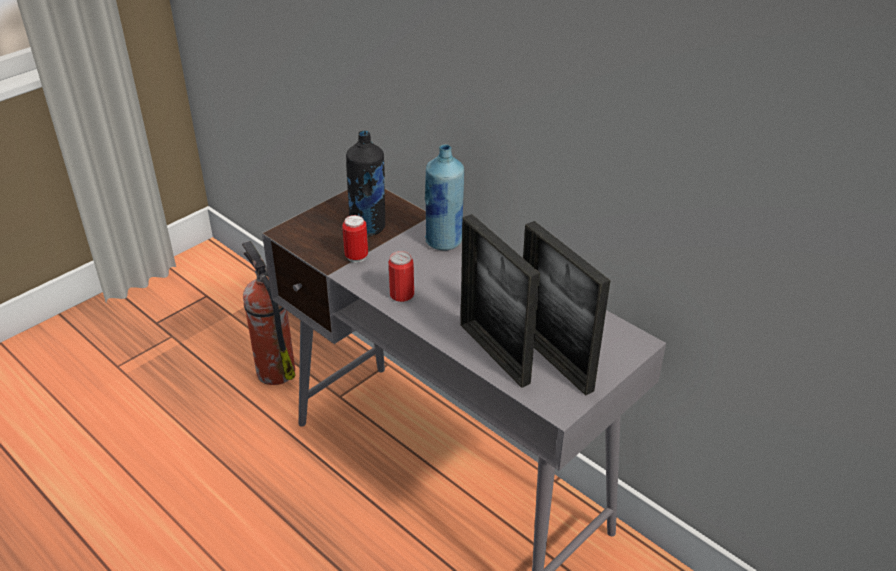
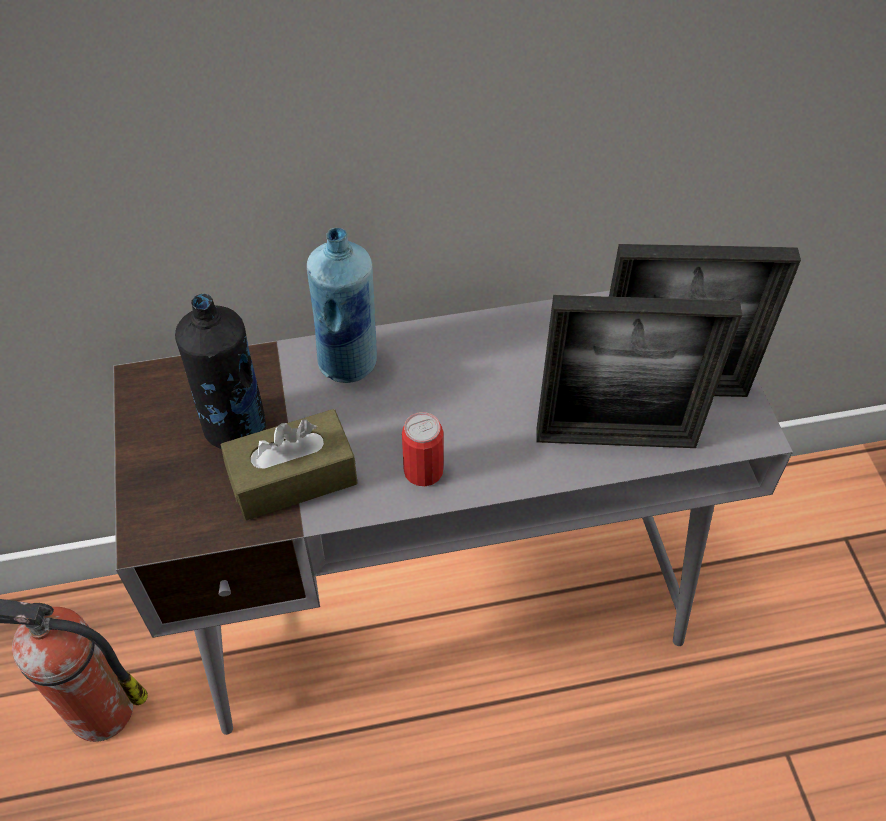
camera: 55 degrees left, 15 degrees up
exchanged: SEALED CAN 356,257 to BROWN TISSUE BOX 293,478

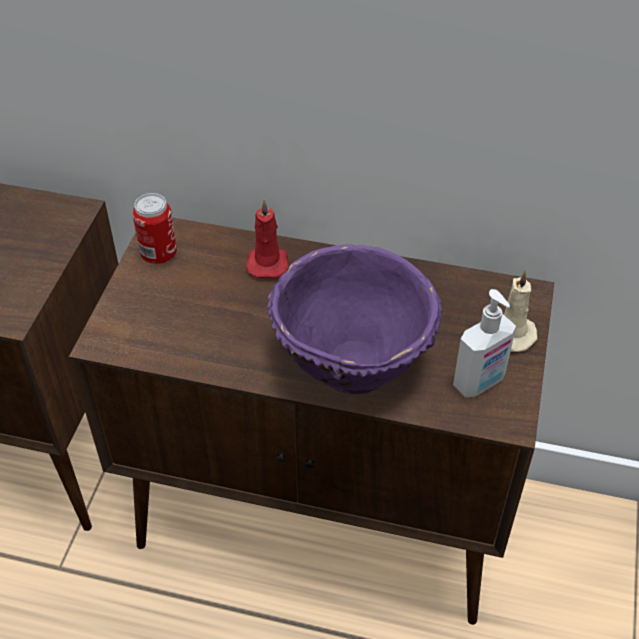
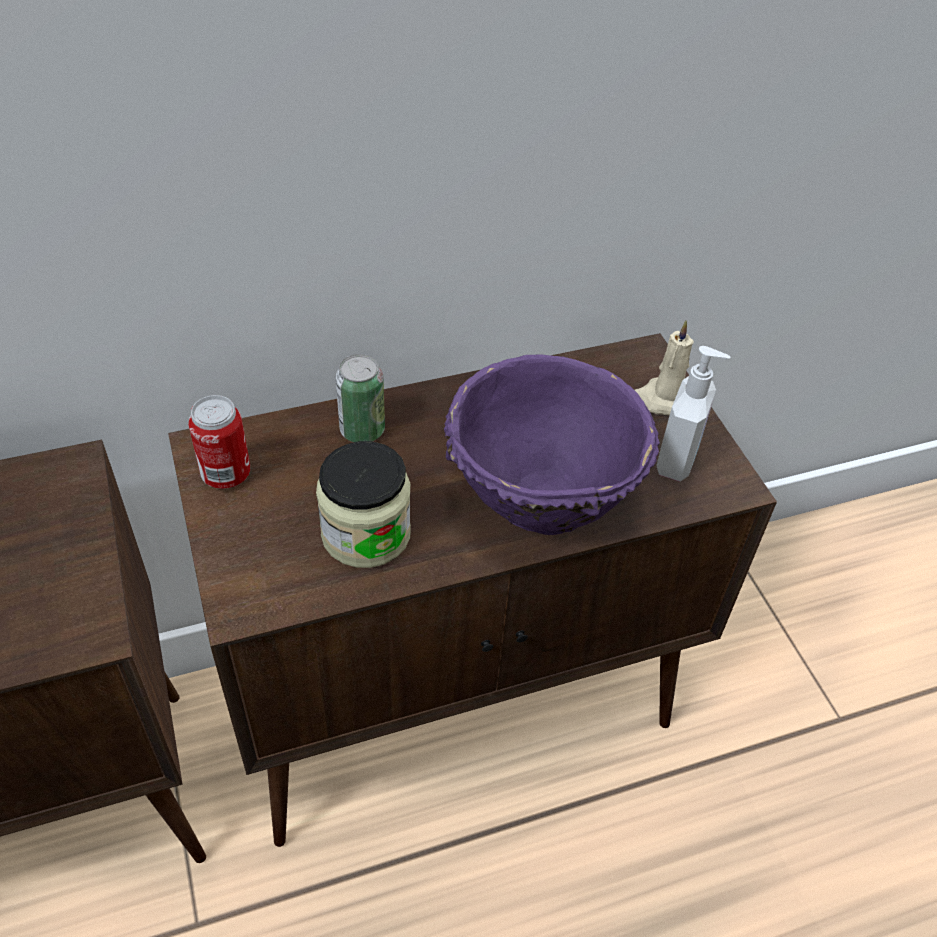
camera: 35 degrees left, 0 degrees up
appeared: STORAGE JAR 366,534
exchanged: RED-COLOURED WAX CANDLE 267,262 to SEALED CAN 362,430

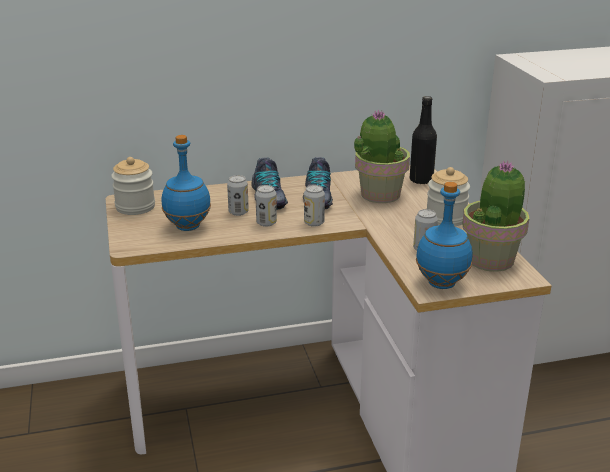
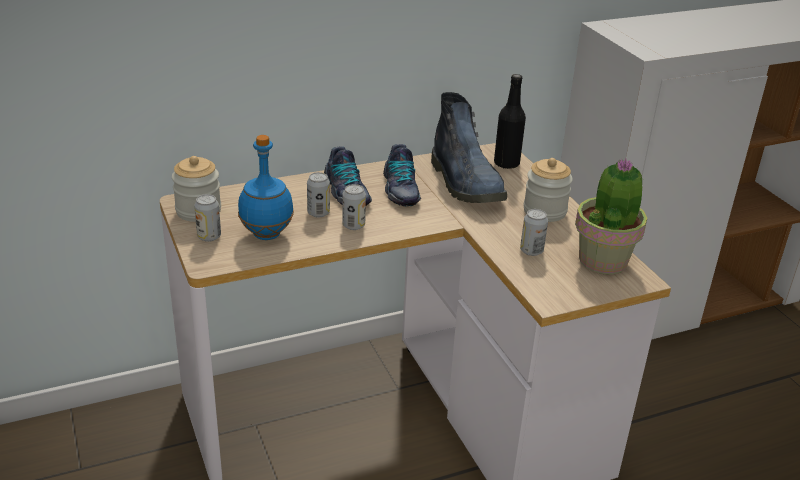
camera: 10 degrees left, 5 degrees up
missing: BLUISH DRINK BOTTLE 440,283
relocated: SEALED CAN 314,223 to 209,236
exchanged: POTTED PLANT 379,195 to HIGH-TOP BOOT 467,184

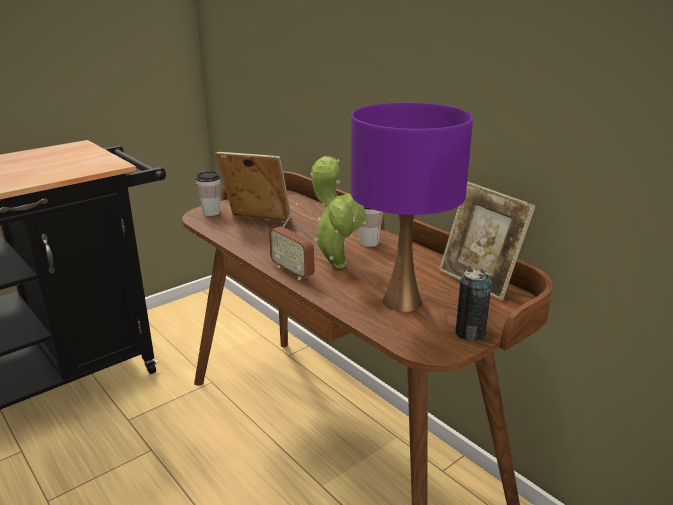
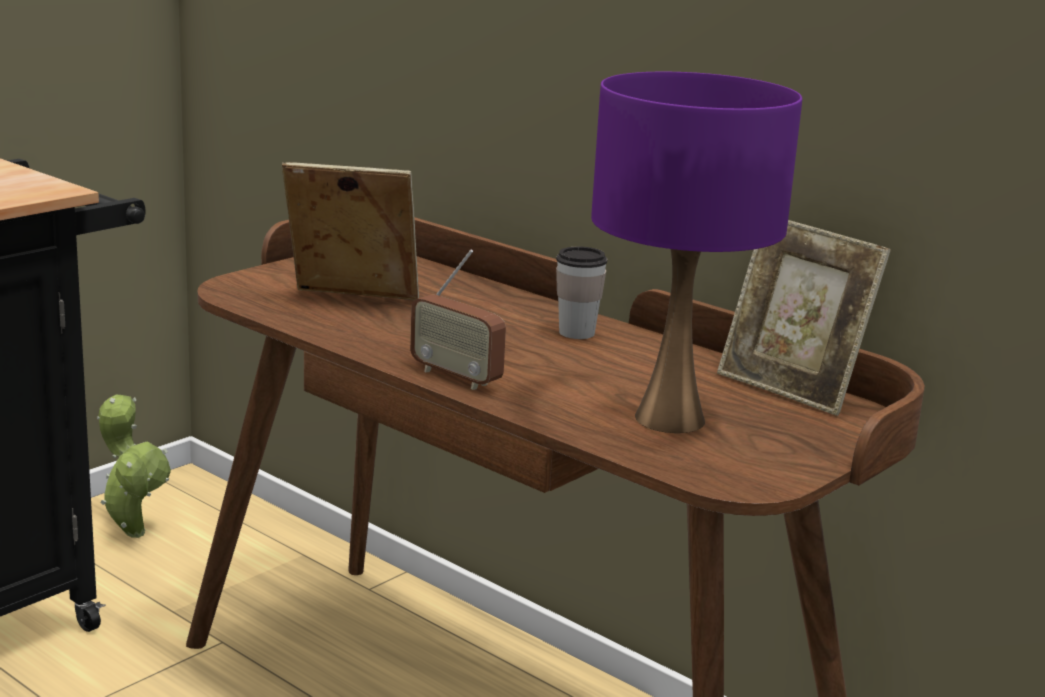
camera: 10 degrees left, 5 degrees down
missing: CUP 211,212; SEALED CAN 470,334
relocated: POTTED PLANT 336,263 to 133,531

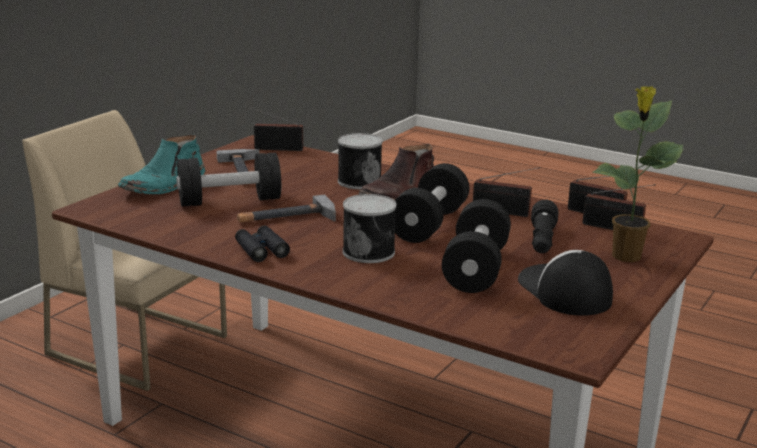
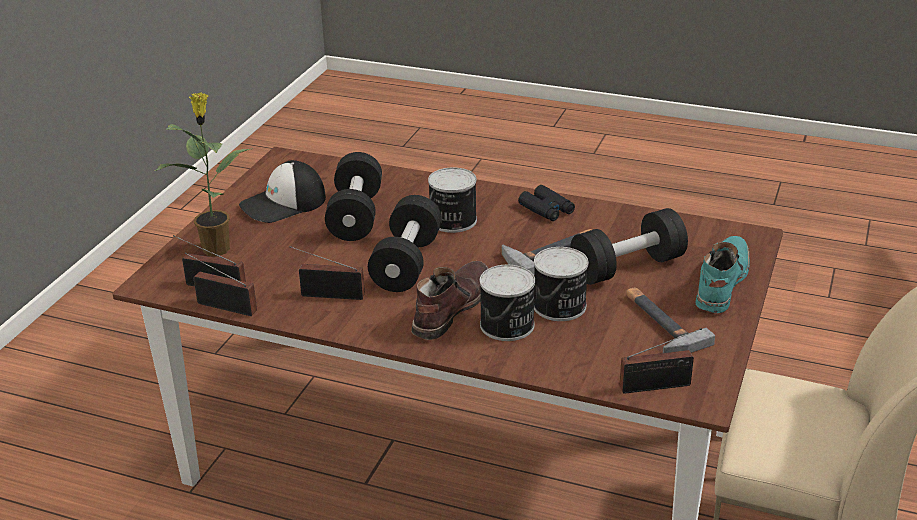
camera: 170 degrees right, 10 degrees up
missing: BLACK TORCH 542,241
appeared: SEALED CAN 560,306
spun: PEAKED CAP 563,291 = 283,204 90 degrees clockwise

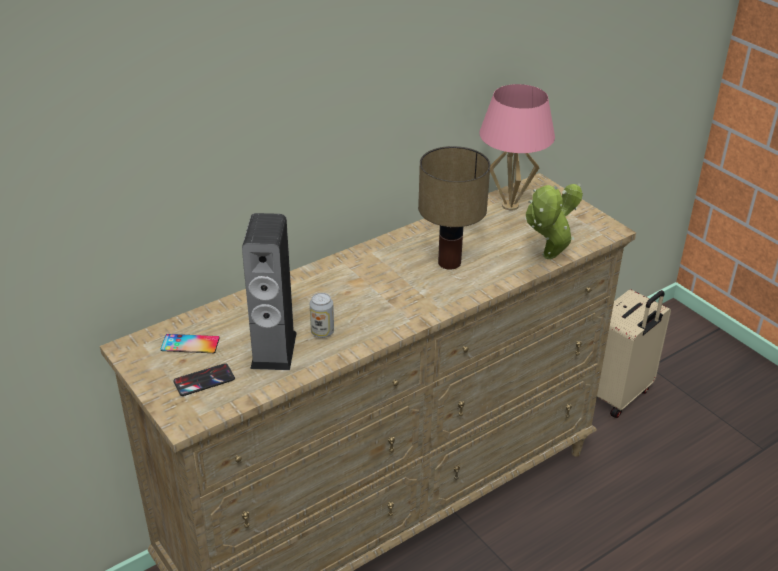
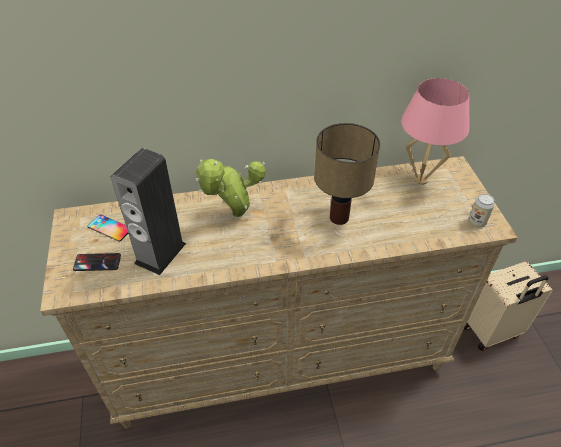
camera: 25 degrees right, 10 degrees up
relocated: SEALED CAN 322,332 to 476,222; POTTED PLANT 547,258 to 234,215

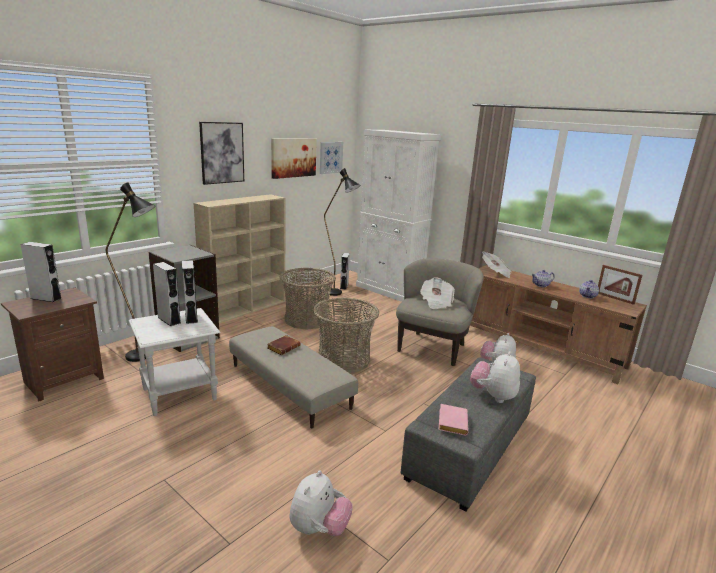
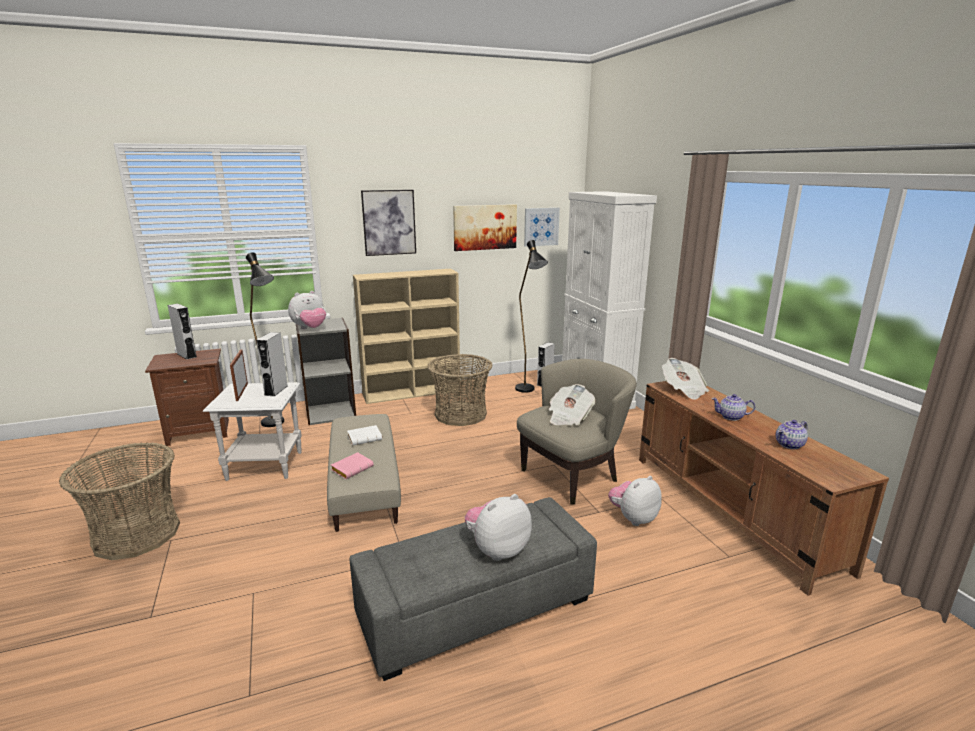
camera: 30 degrees right, 0 degrees up
missing: GRAY LOUDSPEAKER 169,320
relocated: CUDDLY TOY 319,529 to 310,328; HOUSEHOLD BASKET 343,359 to 136,534; PINK BOUND BOOK 451,422 to 352,468; PICTURE FRAME 614,298 to 242,392
colour: BROWN BOUND BOOK 283,347 to WHITE BOUND BOOK 365,438

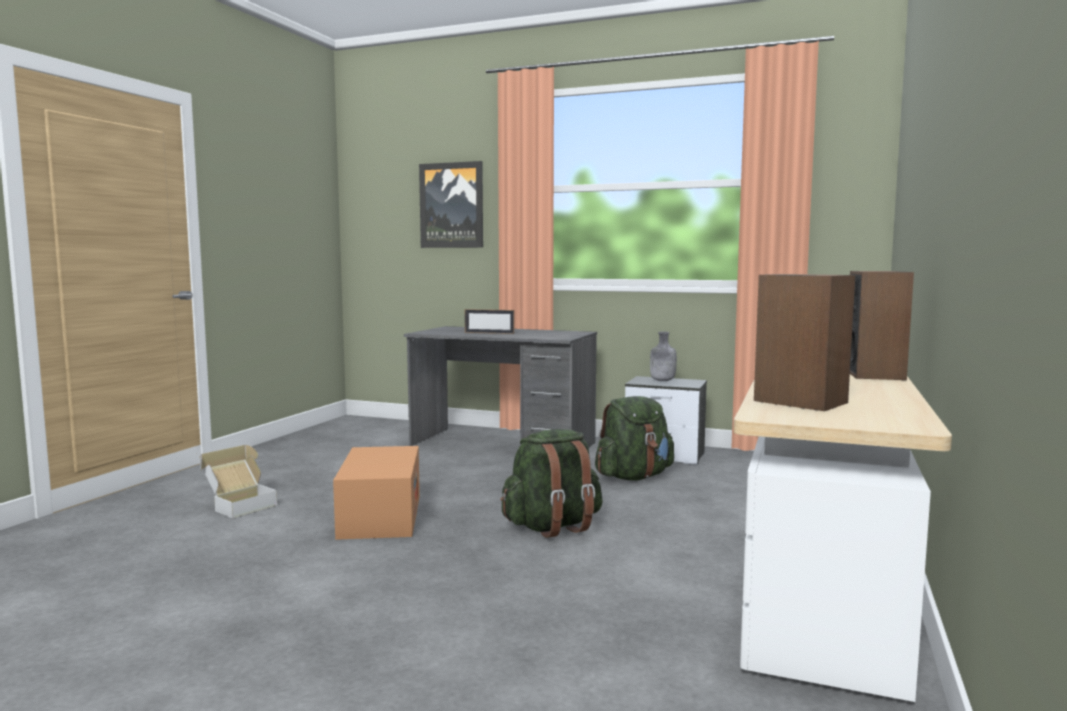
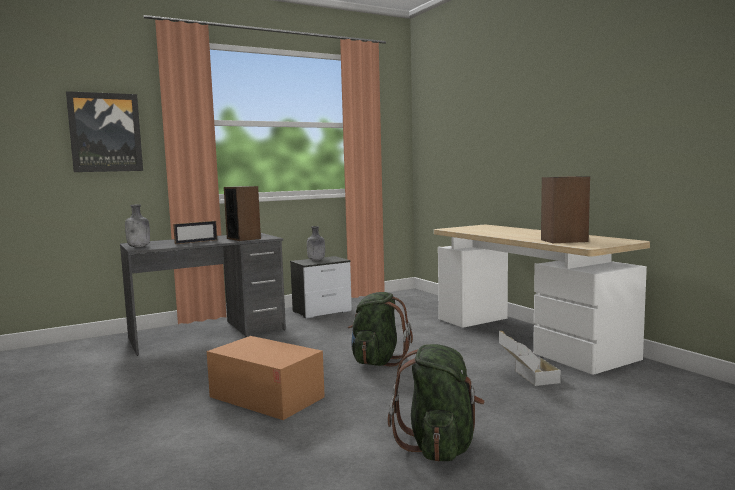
camera: 50 degrees left, 0 degrees up
appeared: GRAY DRINK BOTTLE 139,247
relocated: PACKING BOX 239,505 to 527,378; GREEN-COLOURED KNAPSACK 633,477 to 439,446; LOUDSPEAKER 874,374 to 243,238

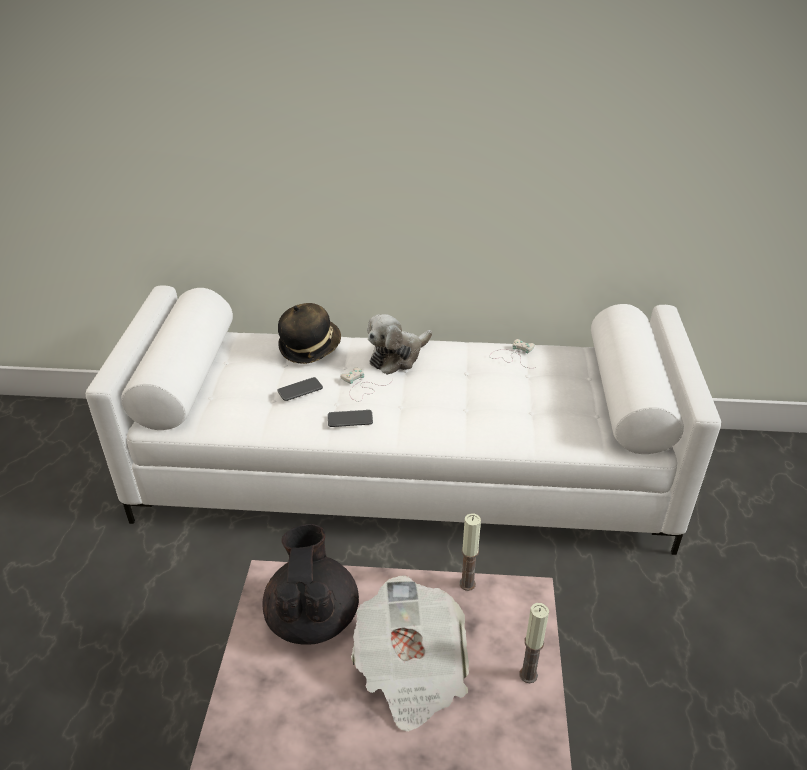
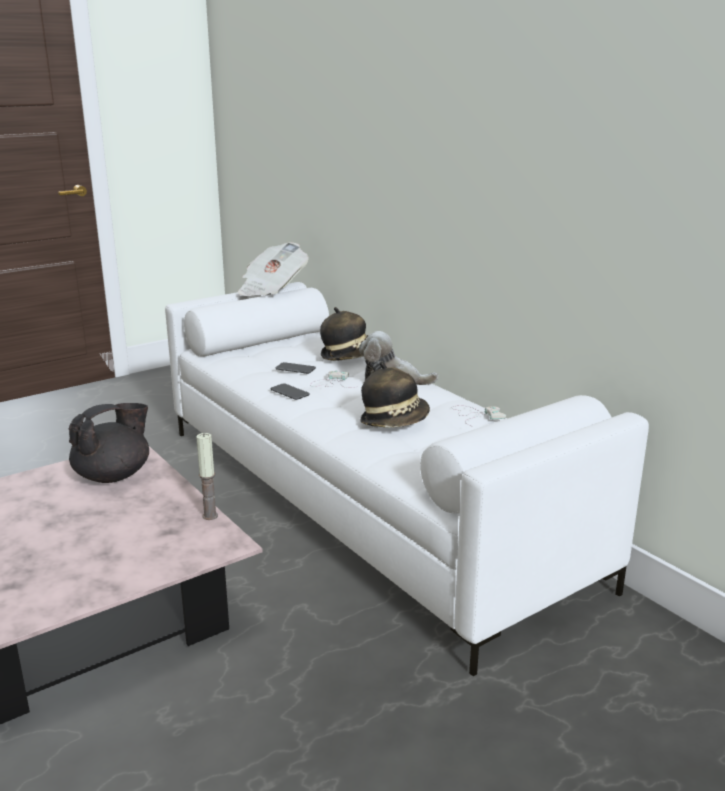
camera: 50 degrees right, 15 degrees down
missing: WAX CANDLE 528,675
appeared: HAT 395,421
relocated: NEWSPAPER 411,671 to 272,289

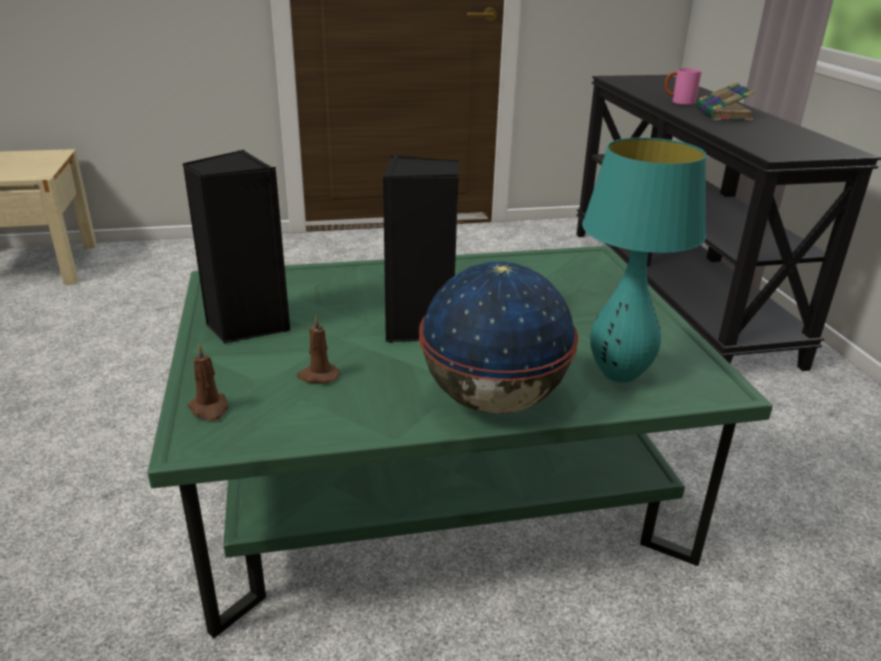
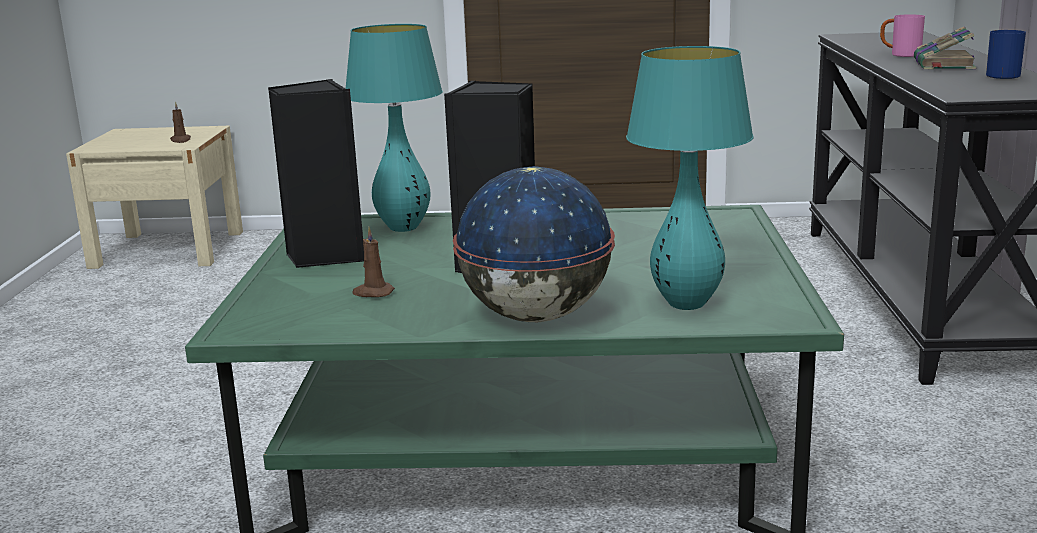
camera: 15 degrees right, 10 degrees down
appeared: BLUE-GREEN TABLETOP LAMP 404,228; BLUISH MUG 1003,75
relocated: BROWN WAX CANDLE 210,409 to 181,140

